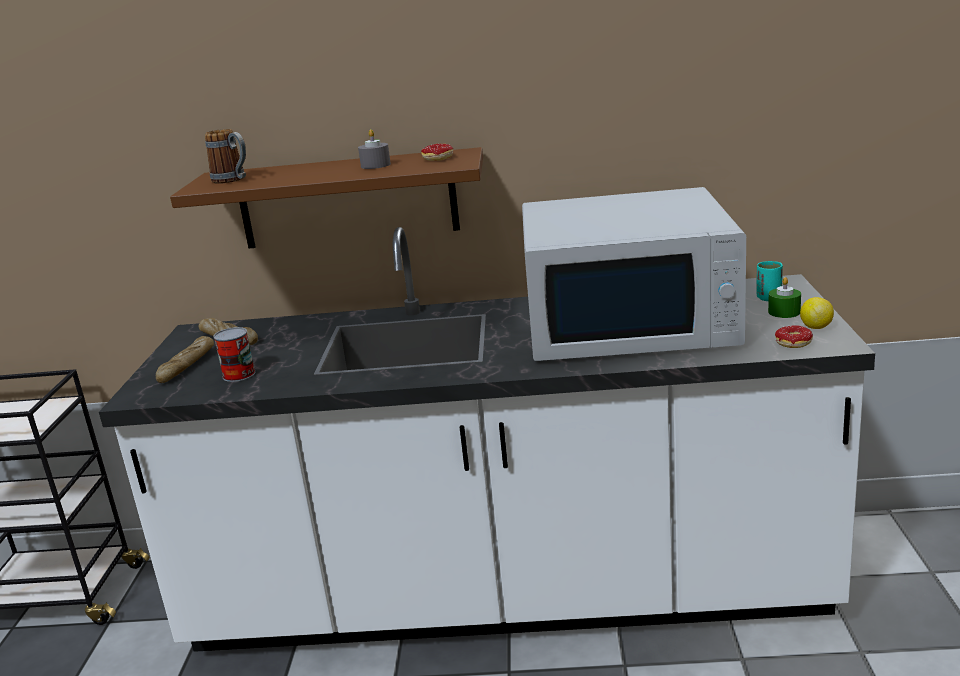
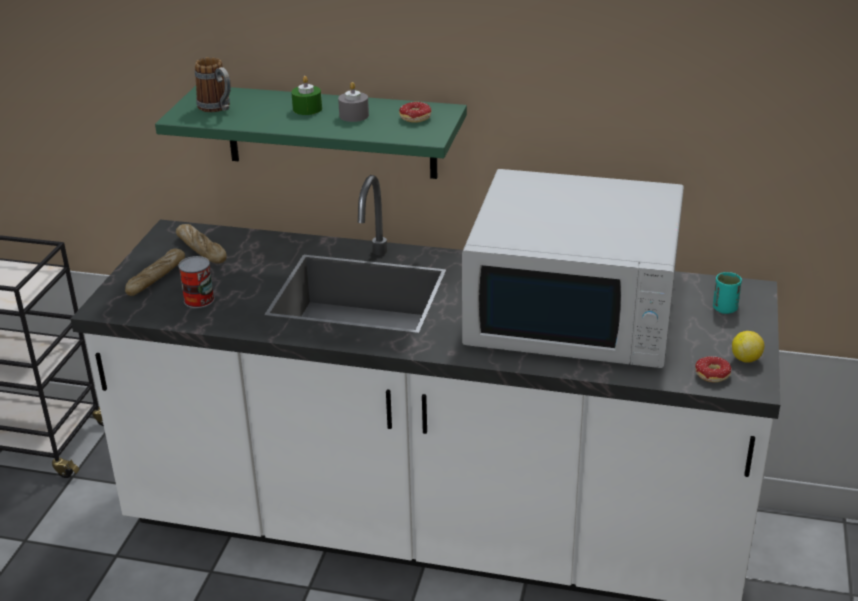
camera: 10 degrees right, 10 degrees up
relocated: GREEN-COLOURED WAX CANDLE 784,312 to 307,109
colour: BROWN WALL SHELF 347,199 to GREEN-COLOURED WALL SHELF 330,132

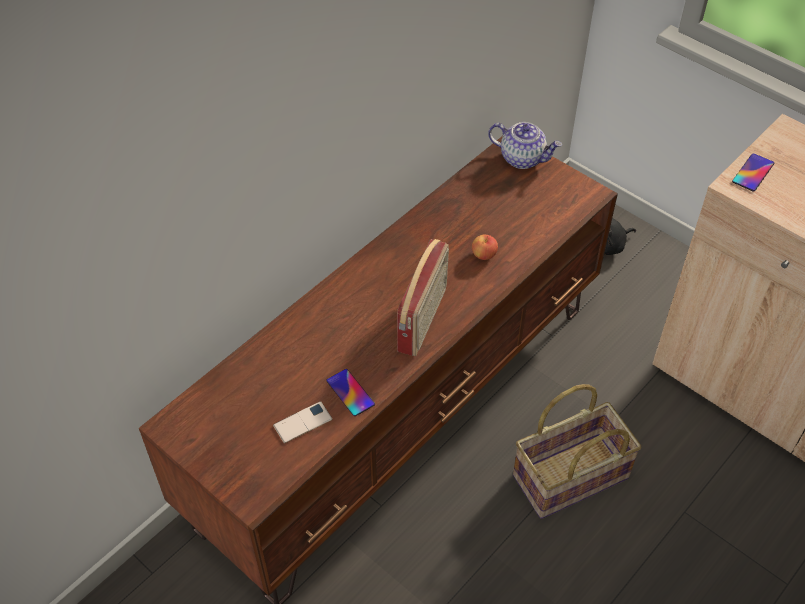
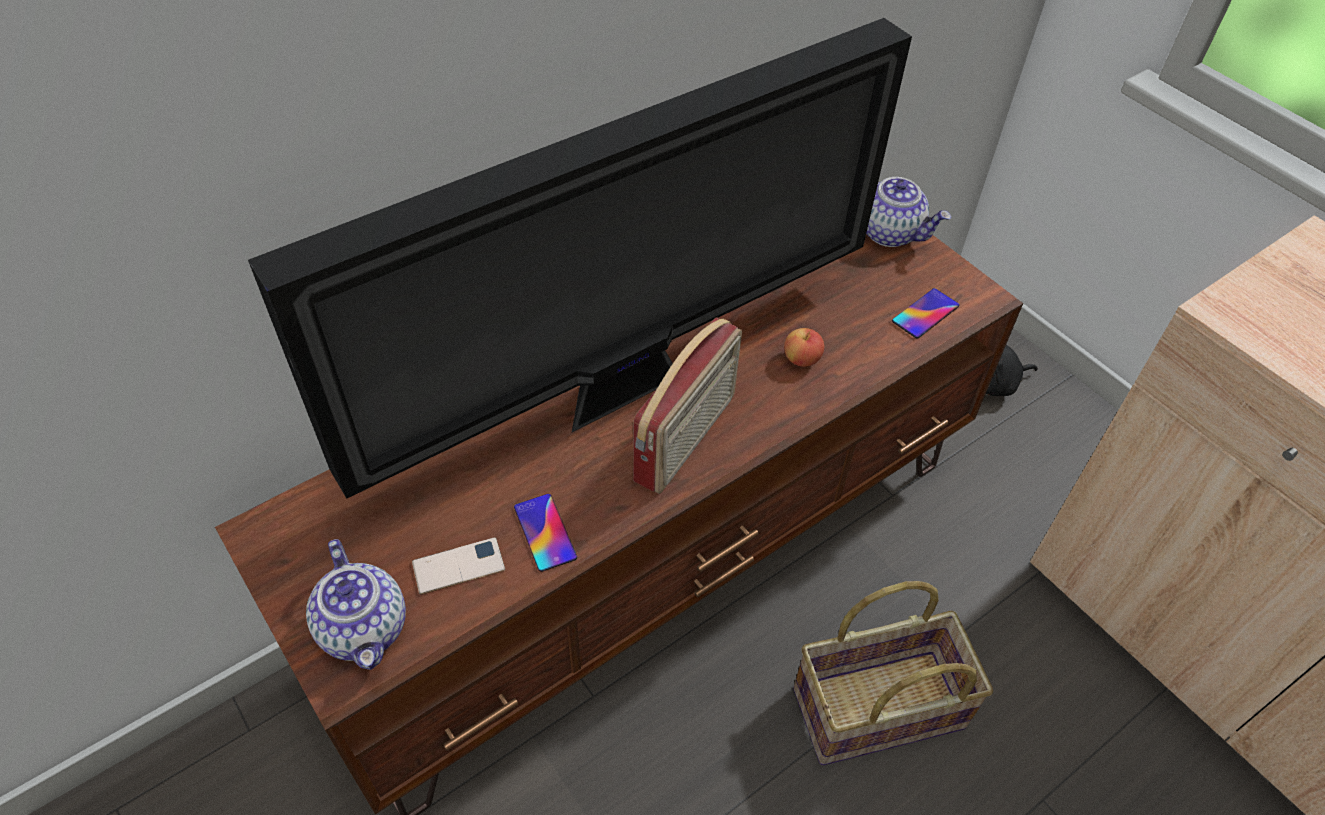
camera: 10 degrees right, 0 degrees up
appeared: TV 625,388; TEAPOT 365,628
relocated: HANDSET 753,172 to 925,313

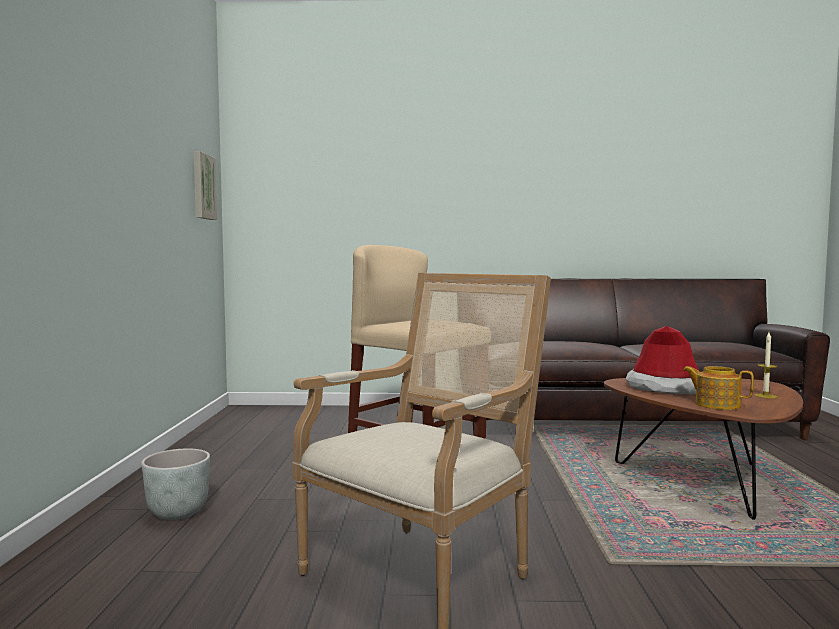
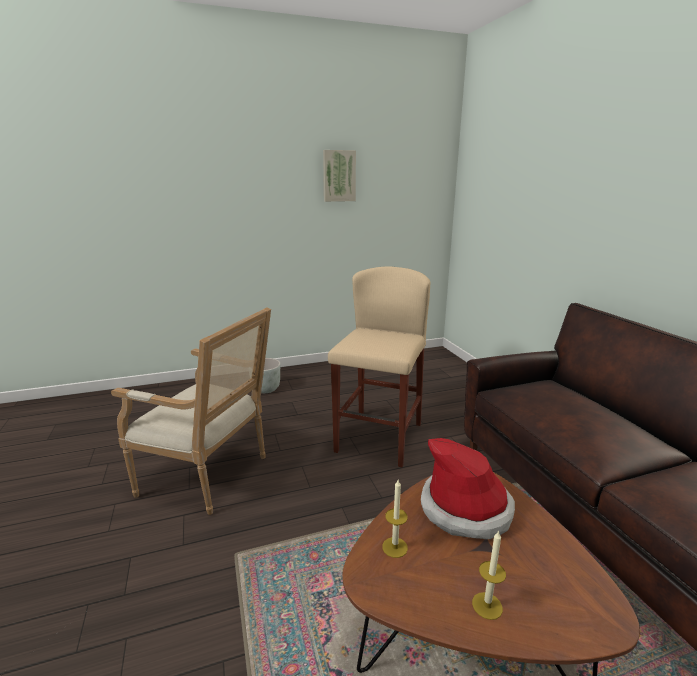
camera: 70 degrees right, 15 degrees up
relocated: WALL PICTURE 202,186 to 339,176
exchanged: TEAPOT 716,404 to WAX CANDLE 394,547

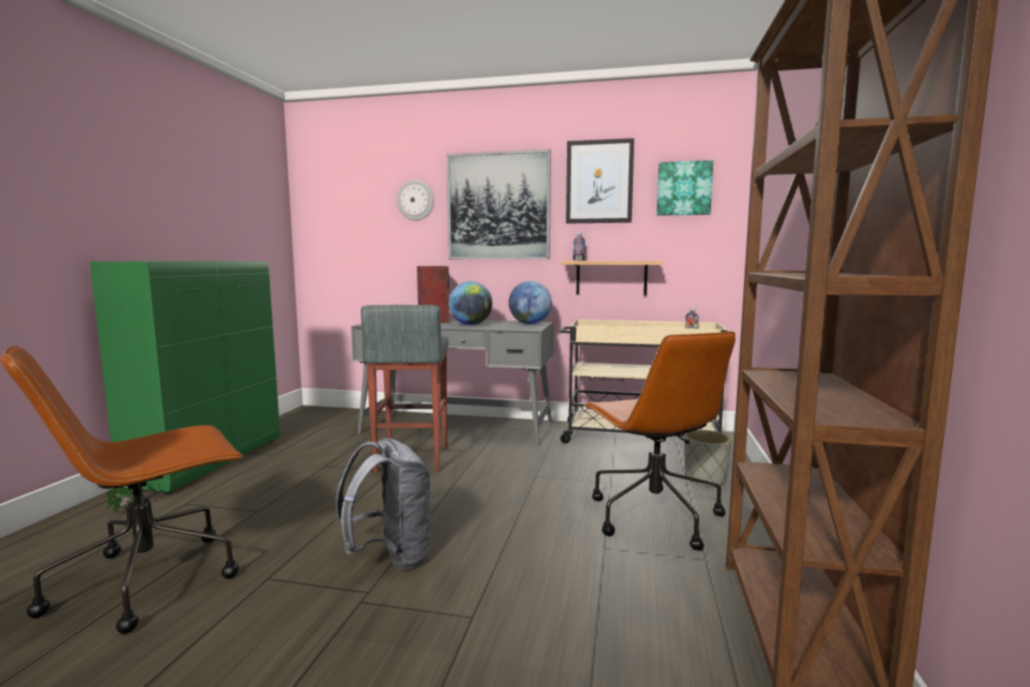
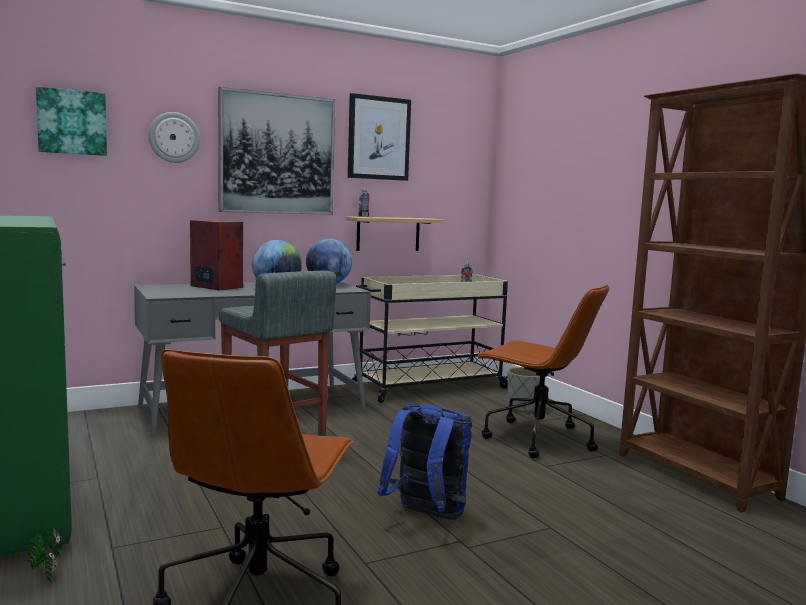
camera: 40 degrees left, 0 degrees up
relocated: WALL PICTURE 684,188 to 72,122
colour: GRAY KNAPSACK 390,557 to BLUISH KNAPSACK 426,516

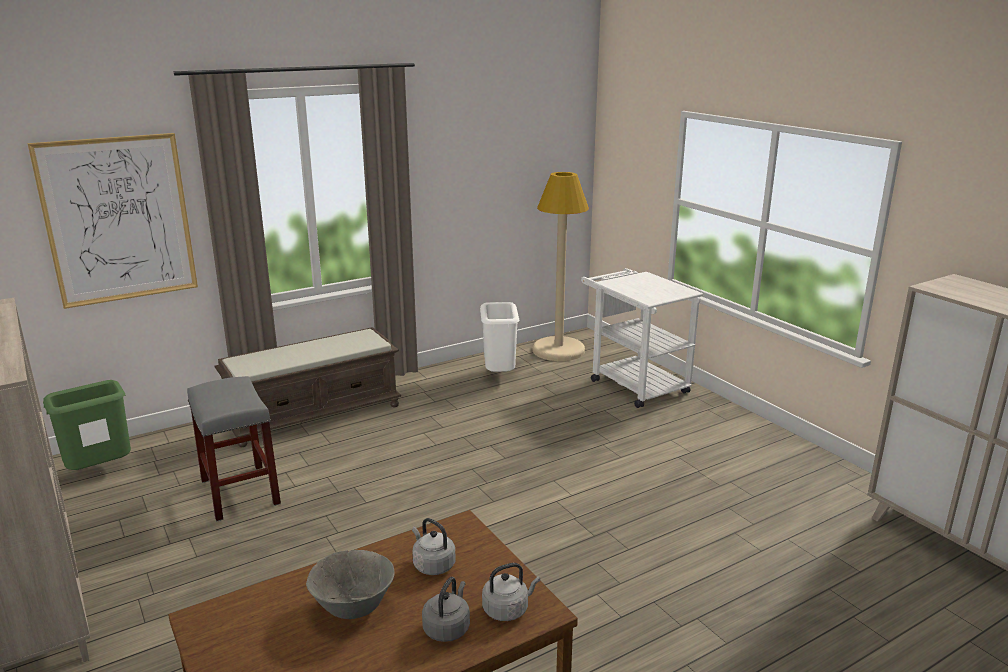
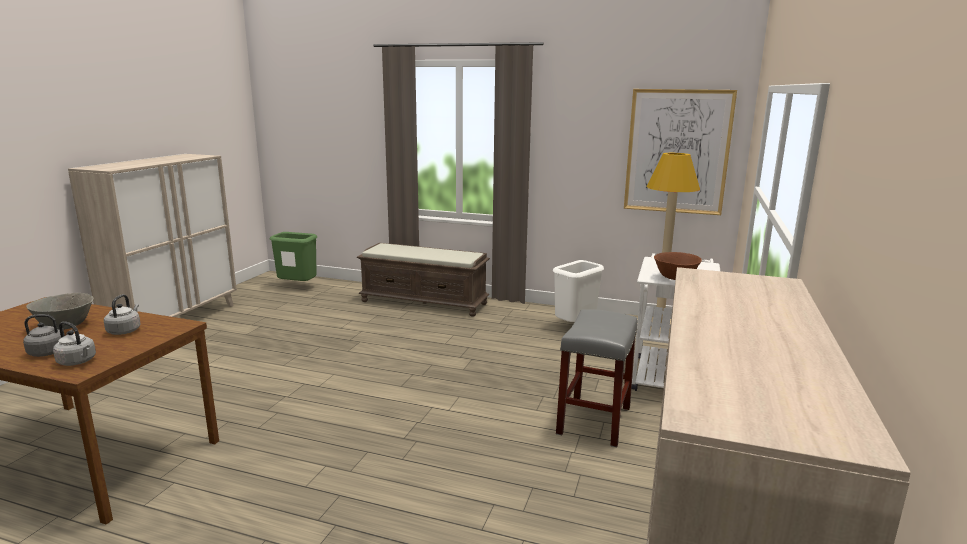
camera: 50 degrees right, 5 degrees down
appeared: BROWN SERVING BOWL 675,278
relocated: WALL PICTURE 118,220 to 677,152; GRAY SITTING STOOL 241,492 to 594,421

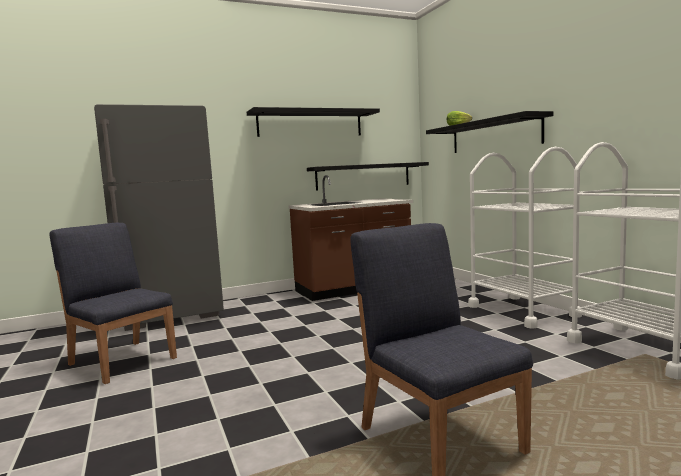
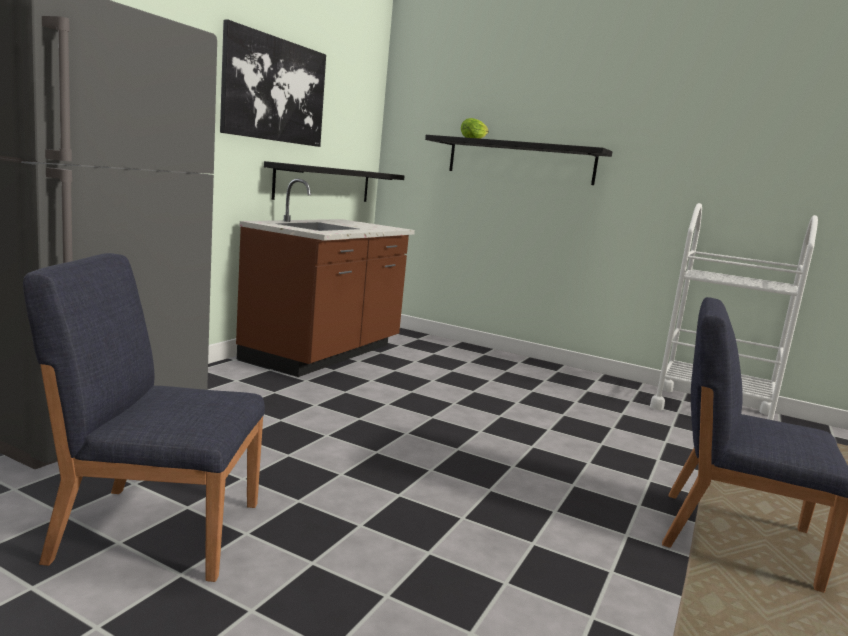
camera: 40 degrees left, 5 degrees up
missing: WHITE CART 522,311
exchanged: BLACK WALL SHELF 310,124 to WALL PICTURE 275,90

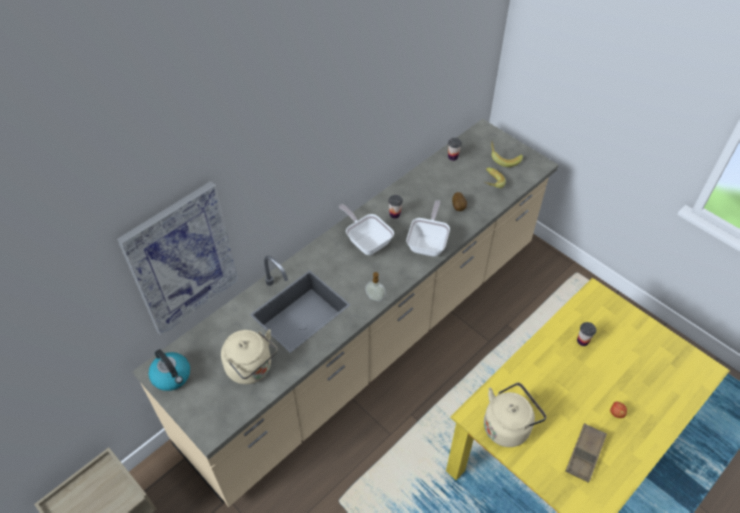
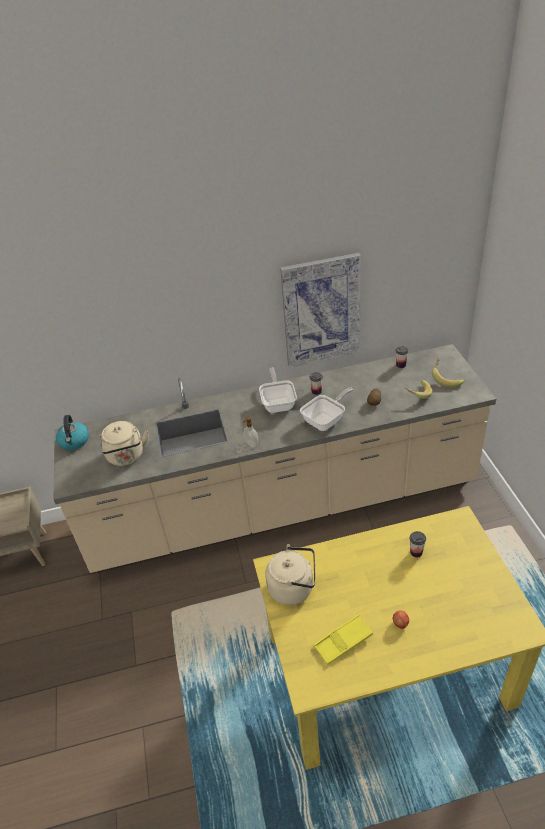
camera: 35 degrees right, 10 degrees down
relocated: WALL PICTURE 182,259 to 321,311
colour: BROWN TRAY 585,454 to YELLOWISH TRAY 343,642

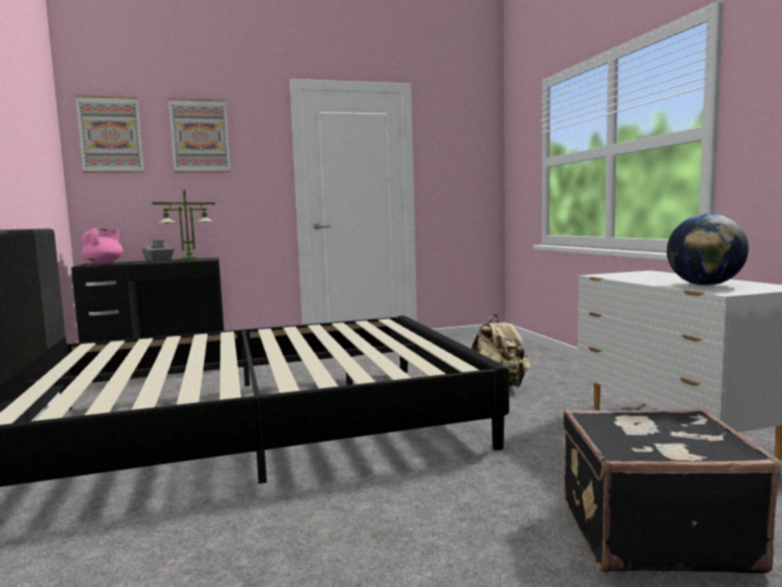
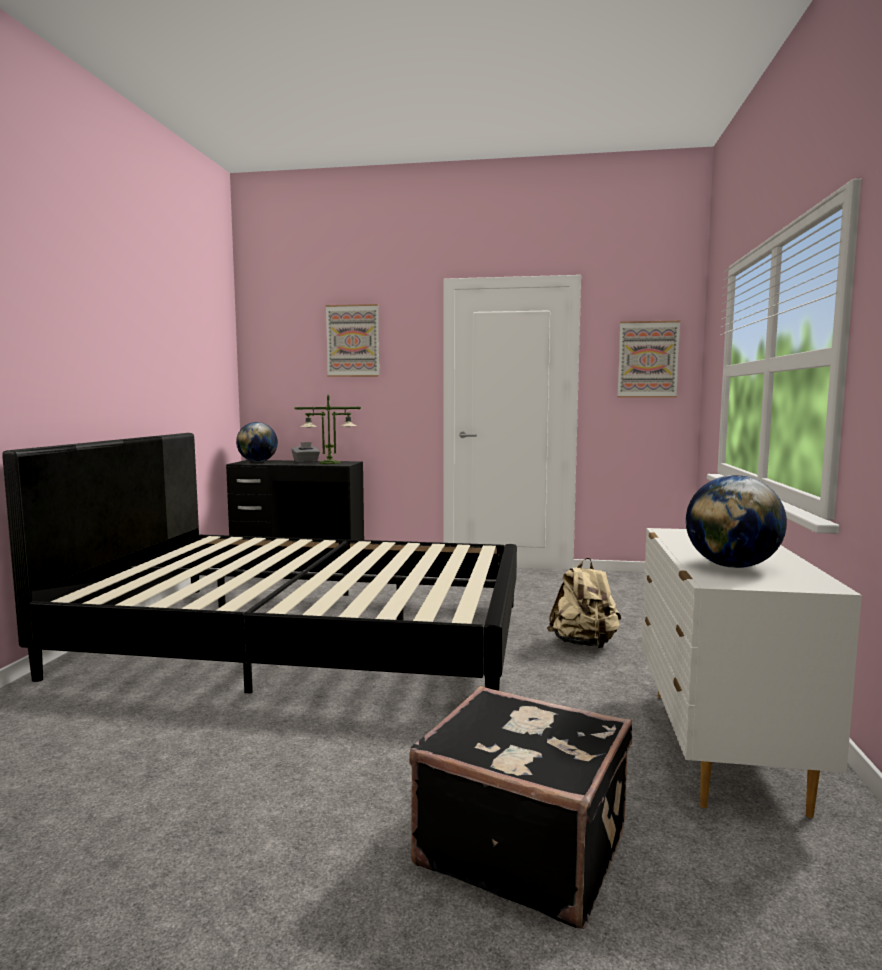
camera: 25 degrees right, 0 degrees up
relocated: WALL PICTURE 110,135 to 648,359
exchanged: PINK TEAPOT 104,263 to GLOBE 257,462

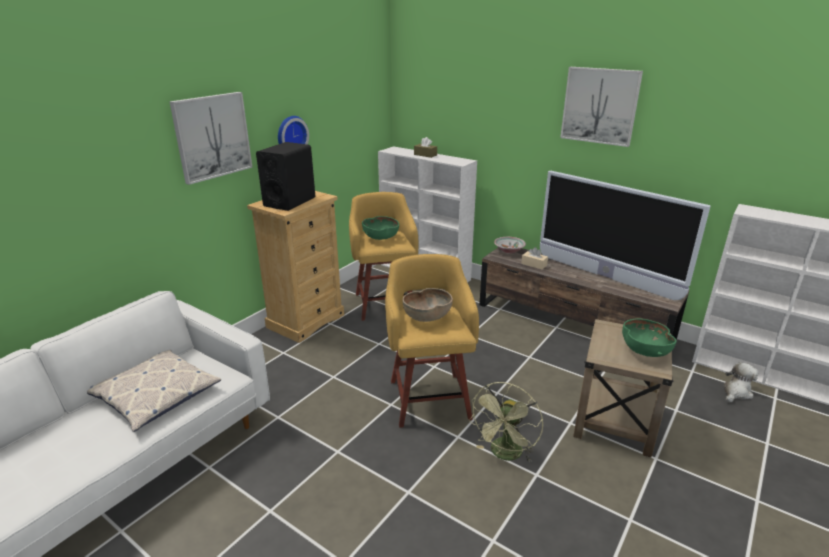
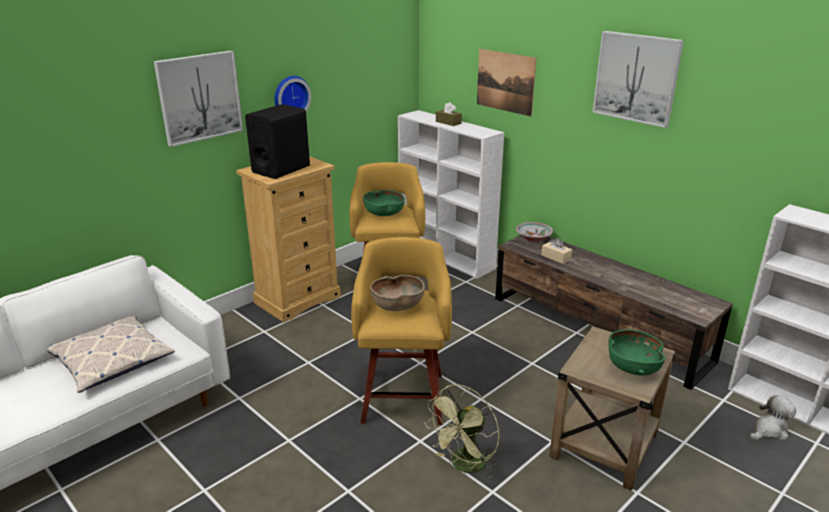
camera: 10 degrees right, 0 degrees up
missing: TV 605,276
appeared: WALL PICTURE 505,82

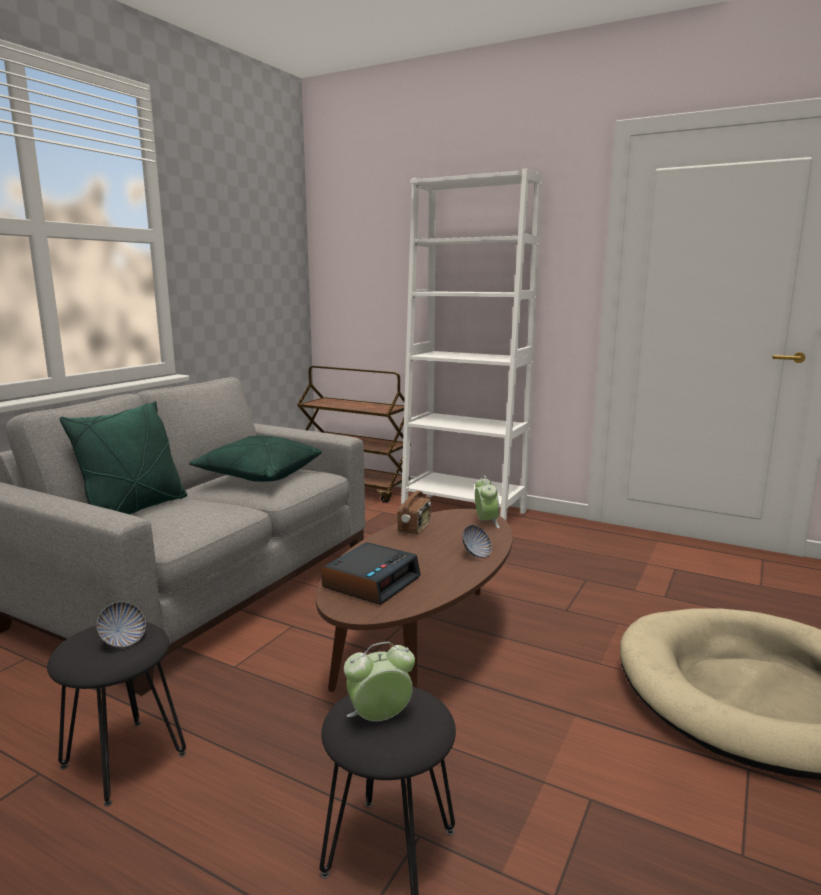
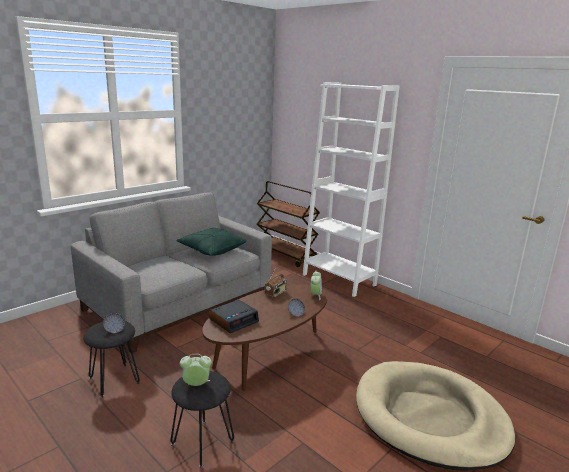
camera: 15 degrees right, 5 degrees up
missing: GREEN-COLOURED PILLOW 135,511

